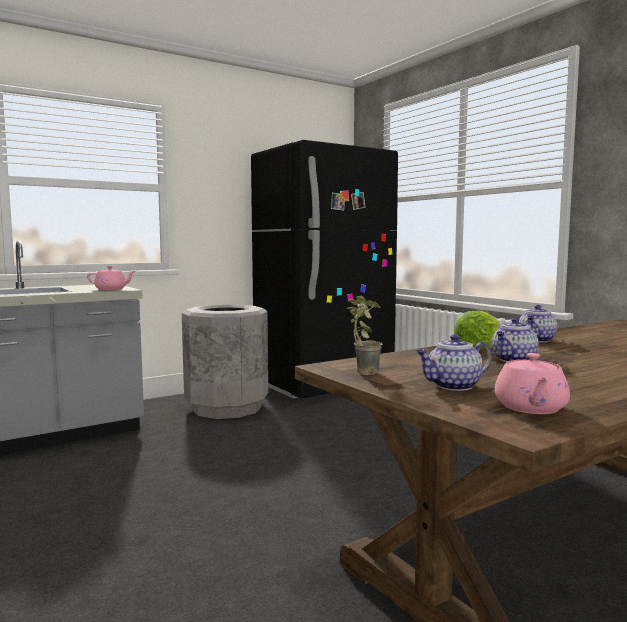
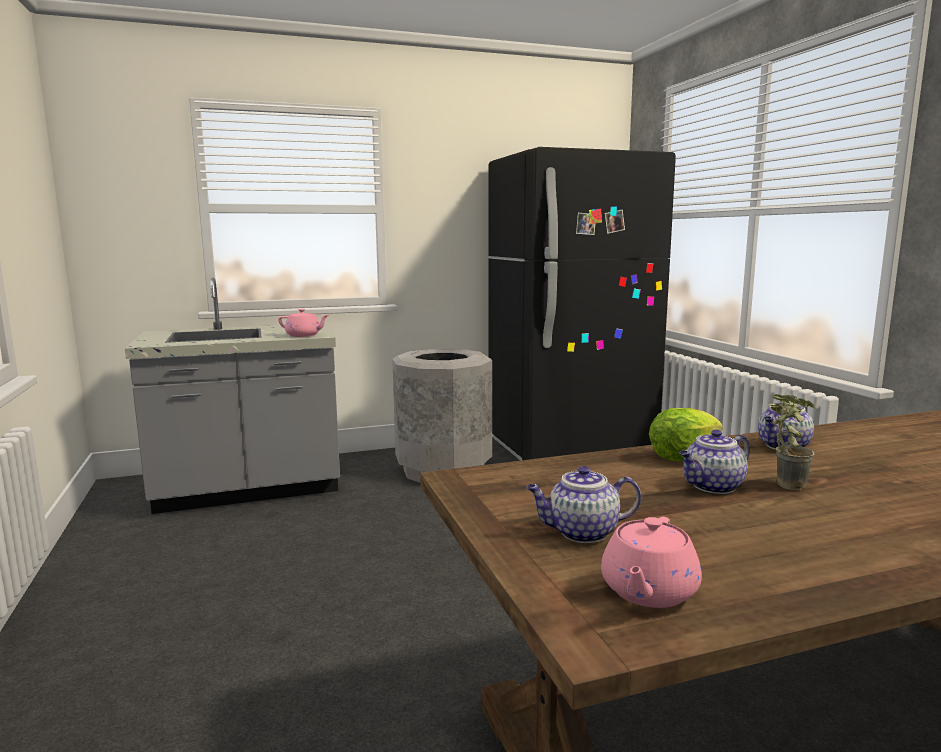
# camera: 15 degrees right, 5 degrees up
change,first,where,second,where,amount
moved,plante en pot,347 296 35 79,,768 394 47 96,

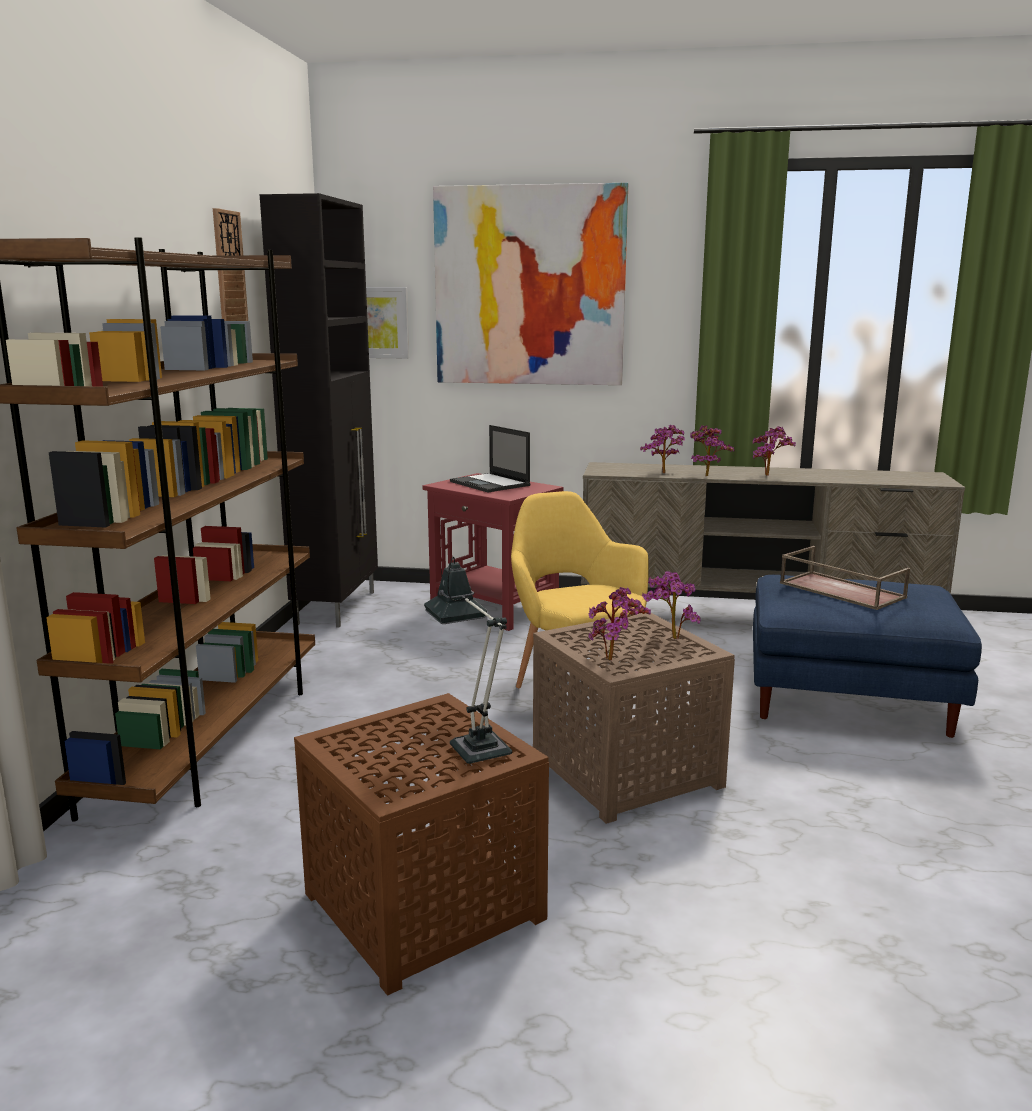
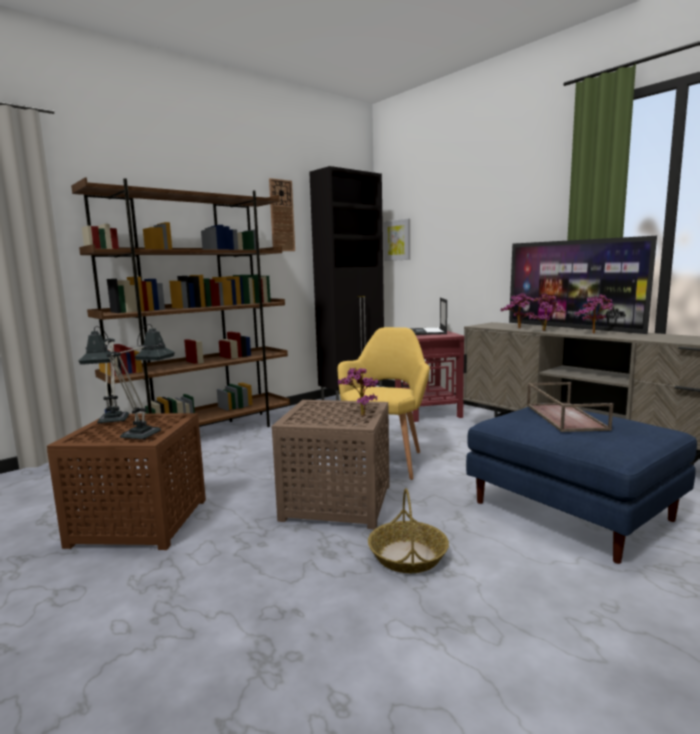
# camera: 40 degrees right, 5 degrees down
change,first,where,second,where,amount
removed,tableau,433 183 195 202,,,
removed,plante en pot,588 587 63 73,,,
added,,,lampe de table,79 326 50 98,
added,,,panier,368 488 81 85,
added,,,téléviseur,509 236 148 98,

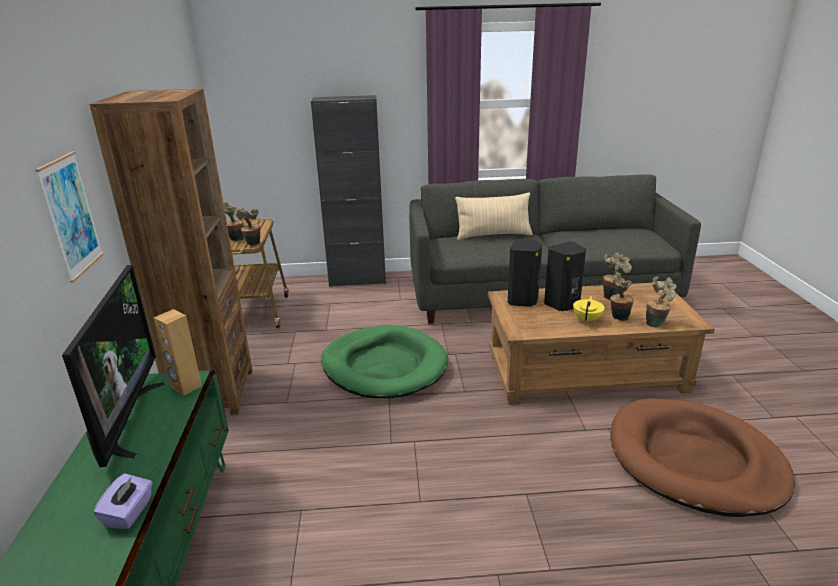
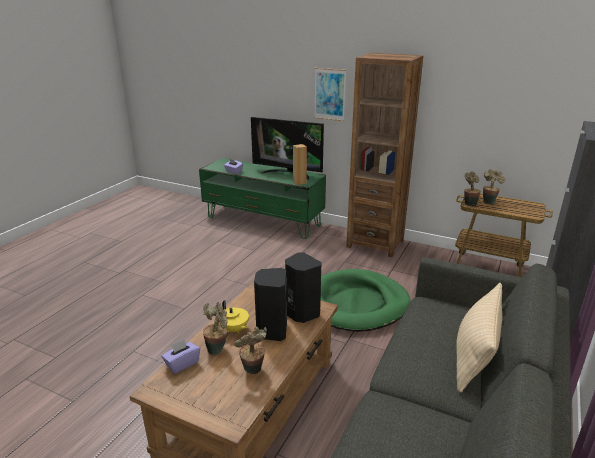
# camera: 120 degrees right, 0 degrees up
change,first,where,second,where,amount
removed,panier pour chien (marron),610 398 185 119,,,
replaced,plante en pot,646 276 31 52,boîte à mouchoirs (violet),162 339 38 35,

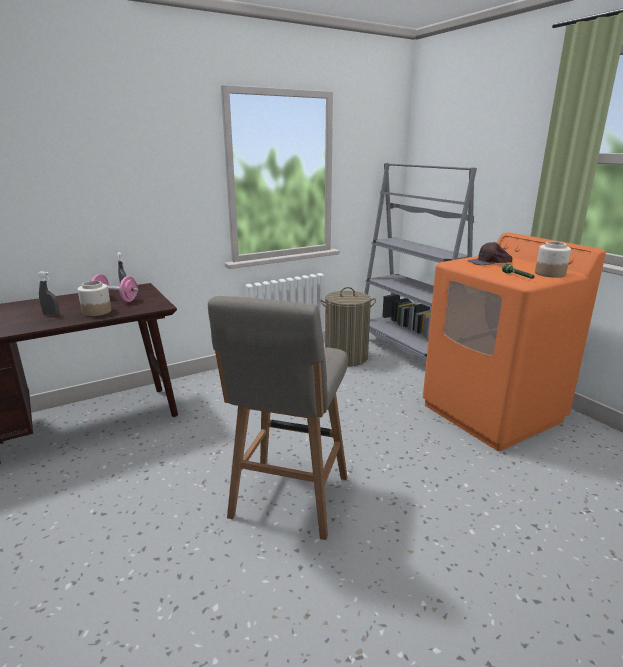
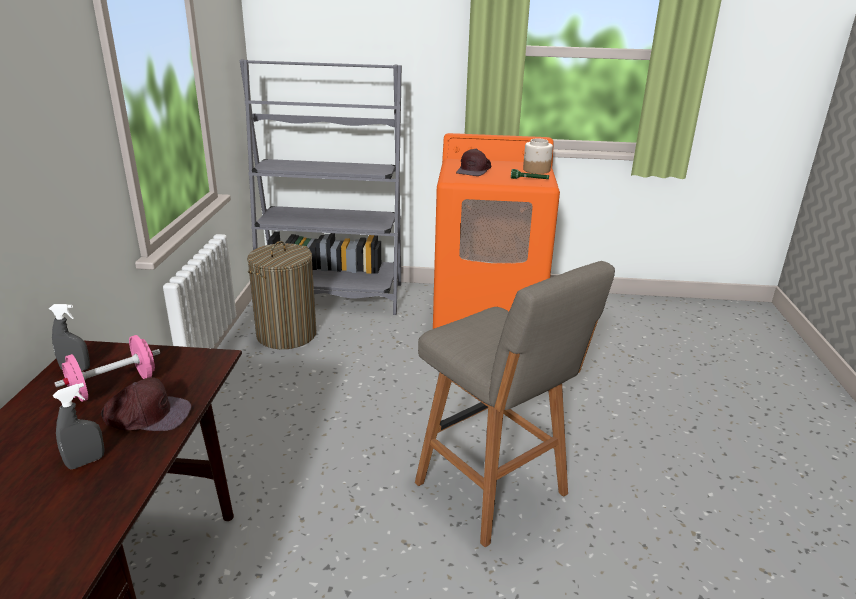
# camera: 55 degrees left, 5 degrees up
change,first,where,second,where,amount
replaced,bocal,78 281 33 35,casquette (marron),101 377 90 54,

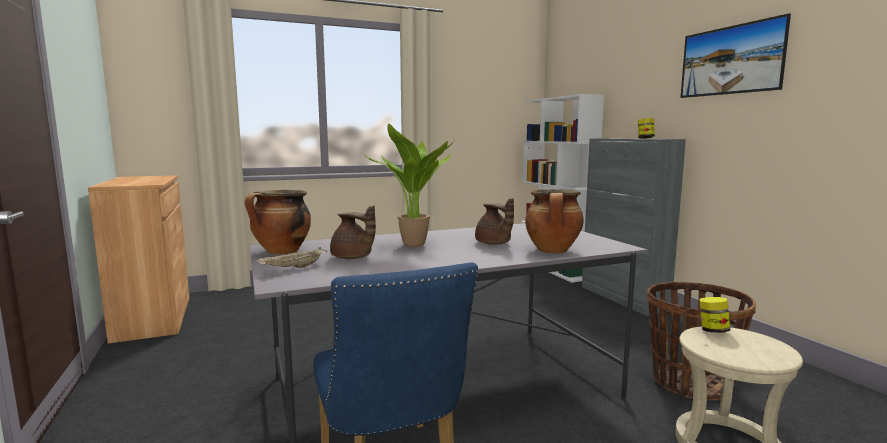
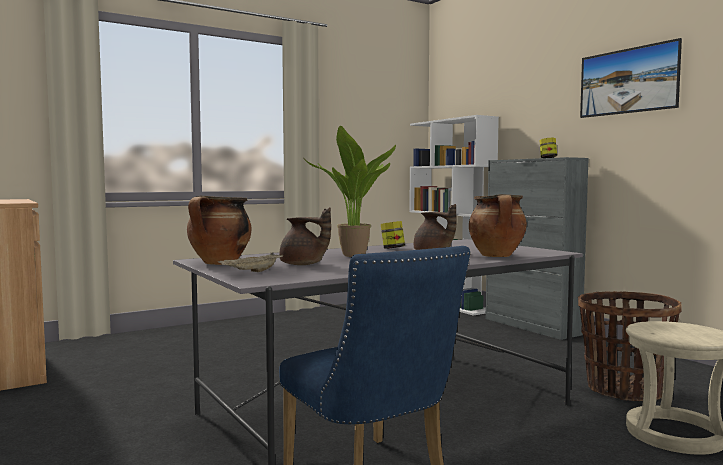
# camera: 10 degrees left, 5 degrees down
change,first,where,second,where,amount
moved,bocal,700 297 30 36,,381 221 24 28,

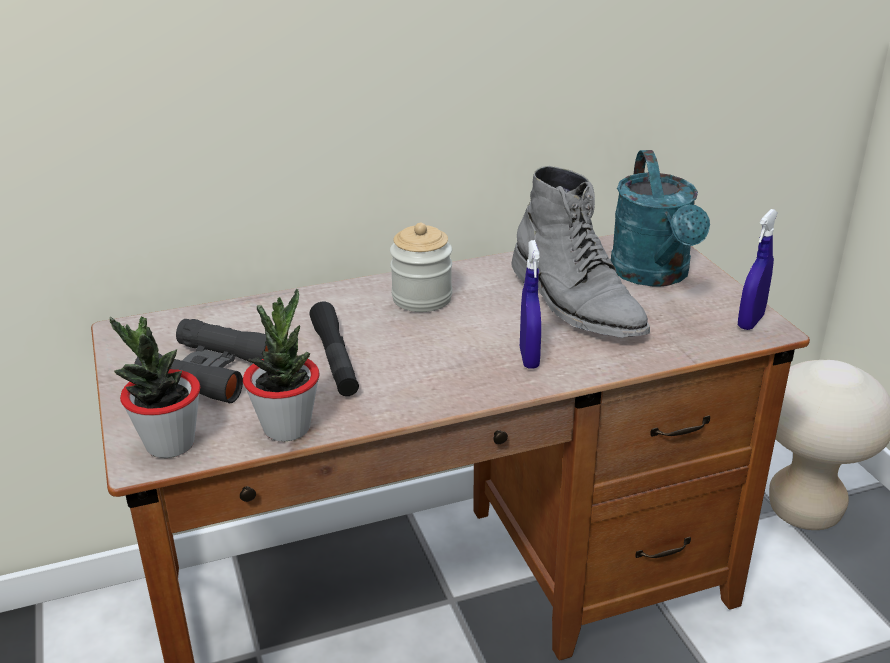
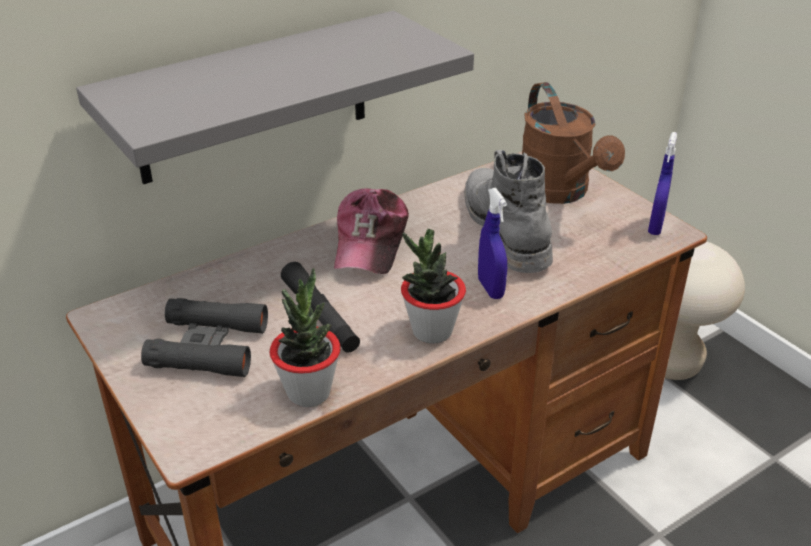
# camera: 15 degrees left, 5 degrees up
change,first,where,second,where,amount
moved,plante en pot,110 316 90 142,,401 228 65 116,
replaced,bocal,390 223 62 89,casquette,334 189 75 85,
turned,botte (gris),512 166 138 172,,464 150 89 123,150 degrees counterclockwise
recoloured,arrosoir (turquoise),611 150 99 137,arrosoir (marron),522 82 103 122,
added,,,étagère (gris),76 11 398 173,

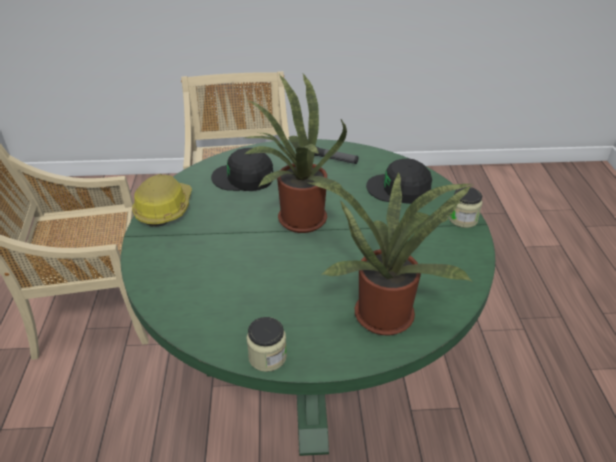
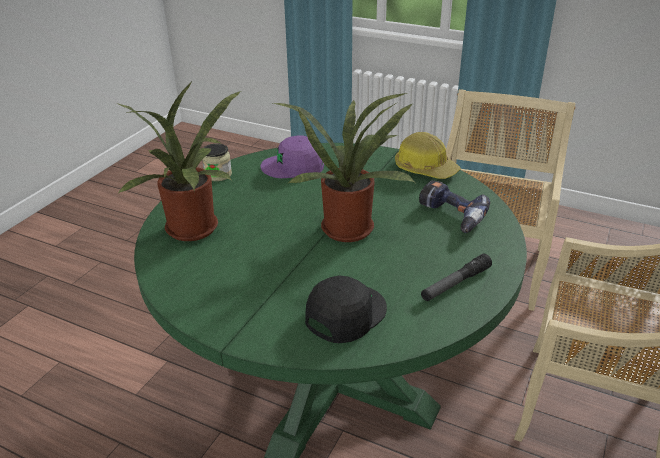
# camera: 120 degrees right, 5 degrees down
change,first,where,second,where,amount
replaced,casquette (noir),211 148 63 43,perceuse,419 180 71 53,
removed,bocal,448 187 35 41,,,
added,,,casquette (violet),261 135 63 43,

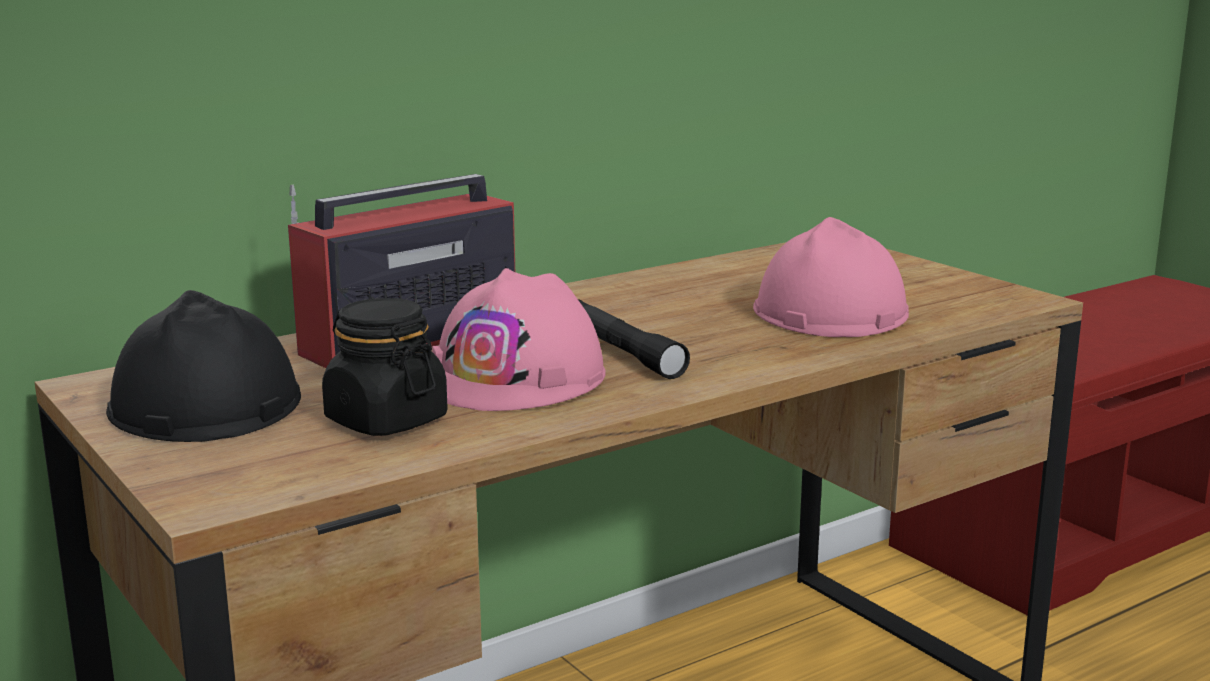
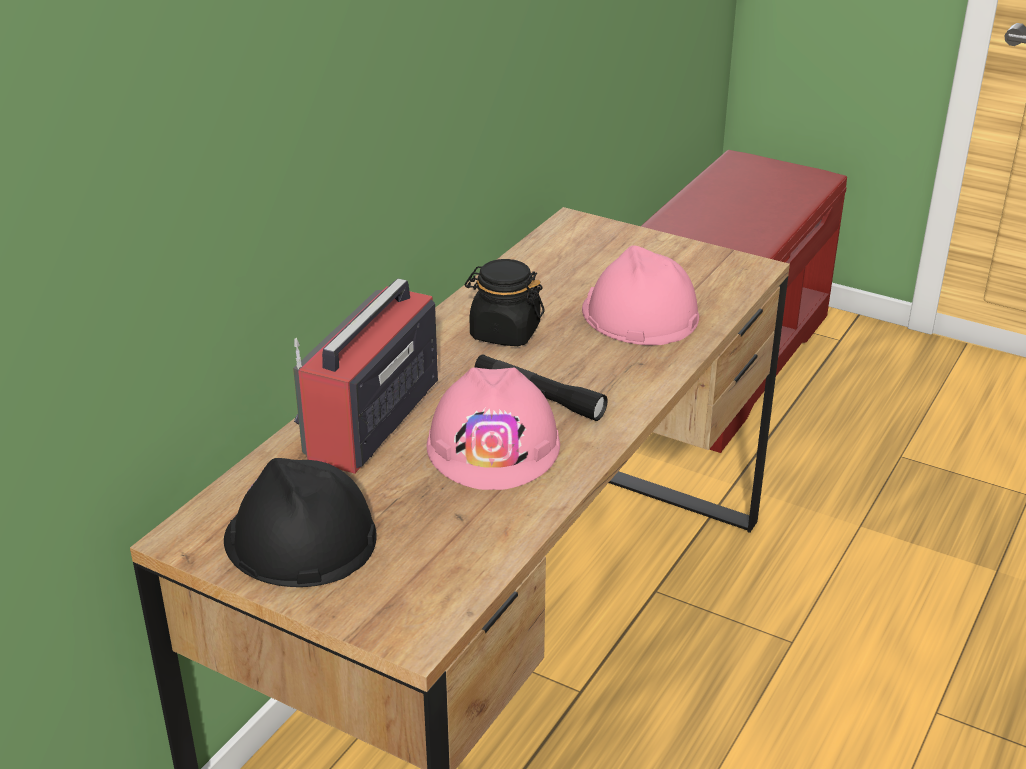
# camera: 25 degrees left, 15 degrees up
change,first,where,second,where,amount
moved,bocal (noir),322 298 126 138,,464 259 81 87,

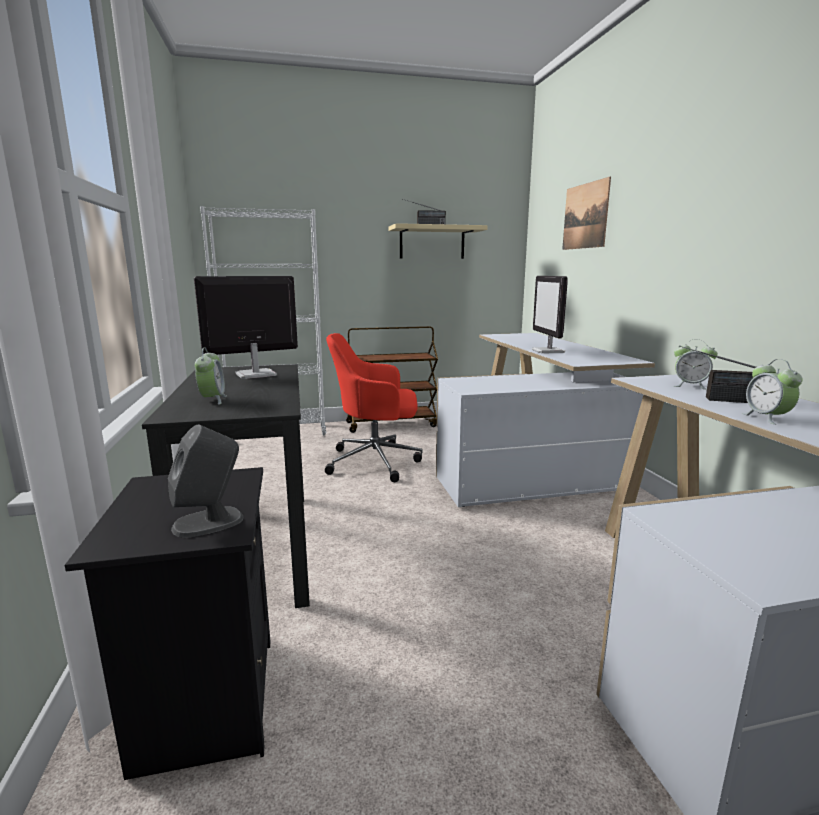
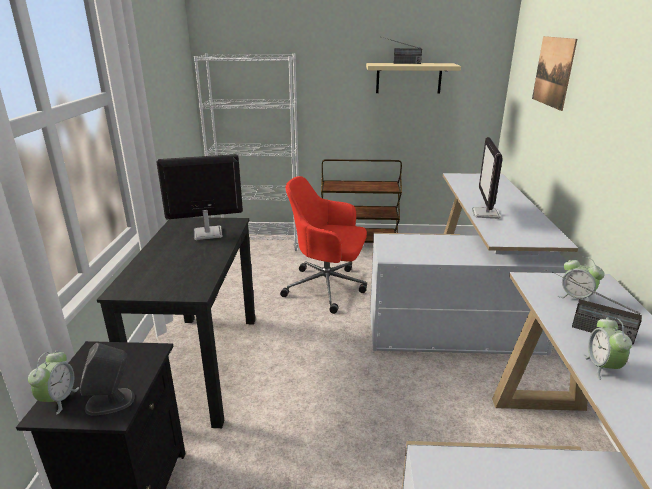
# camera: 15 degrees right, 10 degrees up
change,first,where,second,where,amount
moved,réveil,195 348 31 57,,28 351 51 63,

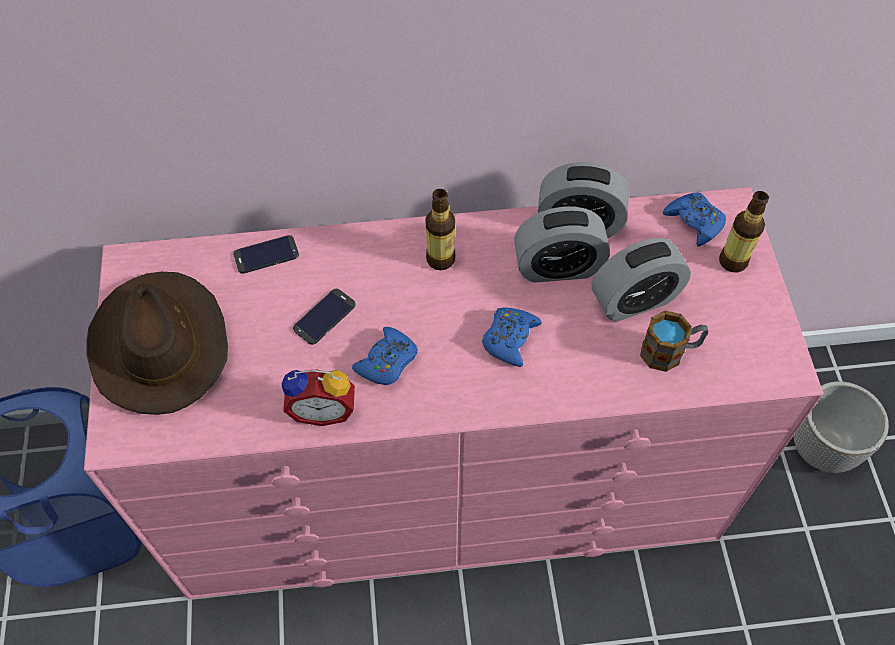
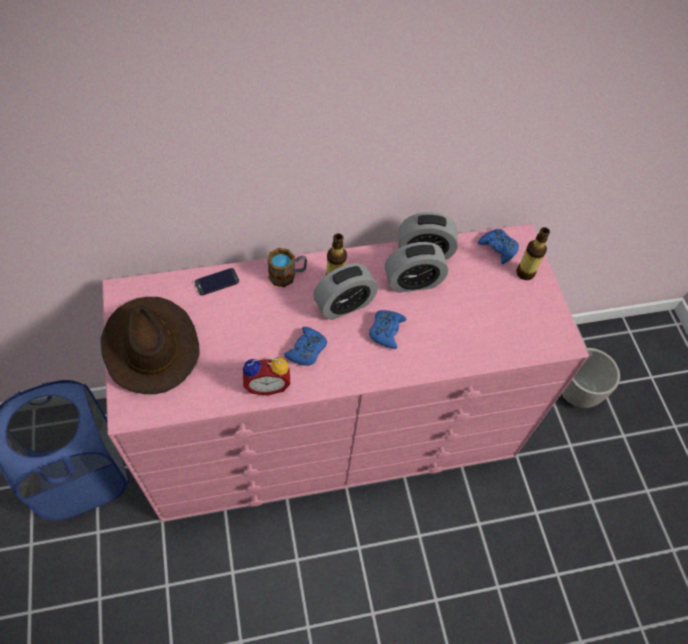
# camera: 10 degrees left, 0 degrees up
change,first,where,second,where,amount
removed,téléphone,293 289 63 56,,,
moved,réveil,592 238 99 84,,313 263 65 57,
moved,mug,640 310 68 62,,267 248 40 39,

